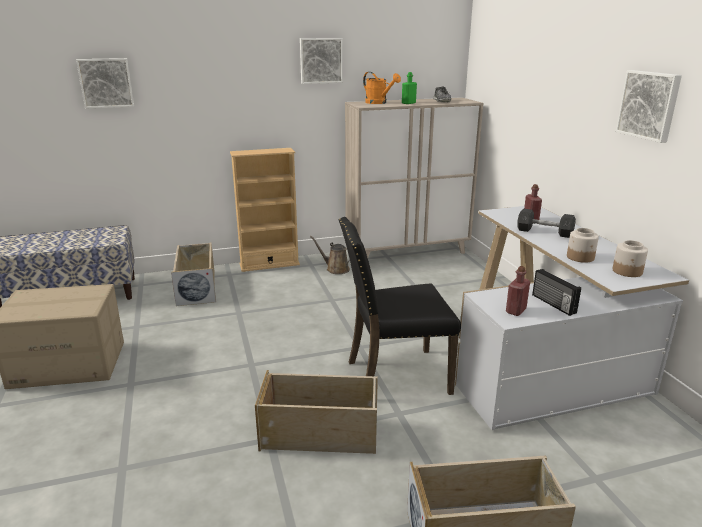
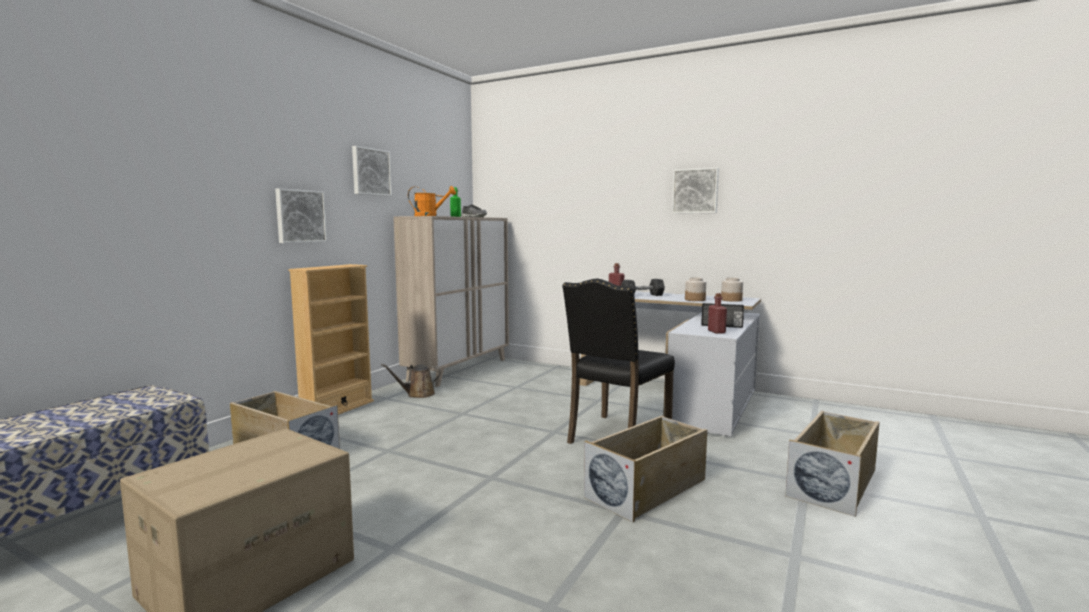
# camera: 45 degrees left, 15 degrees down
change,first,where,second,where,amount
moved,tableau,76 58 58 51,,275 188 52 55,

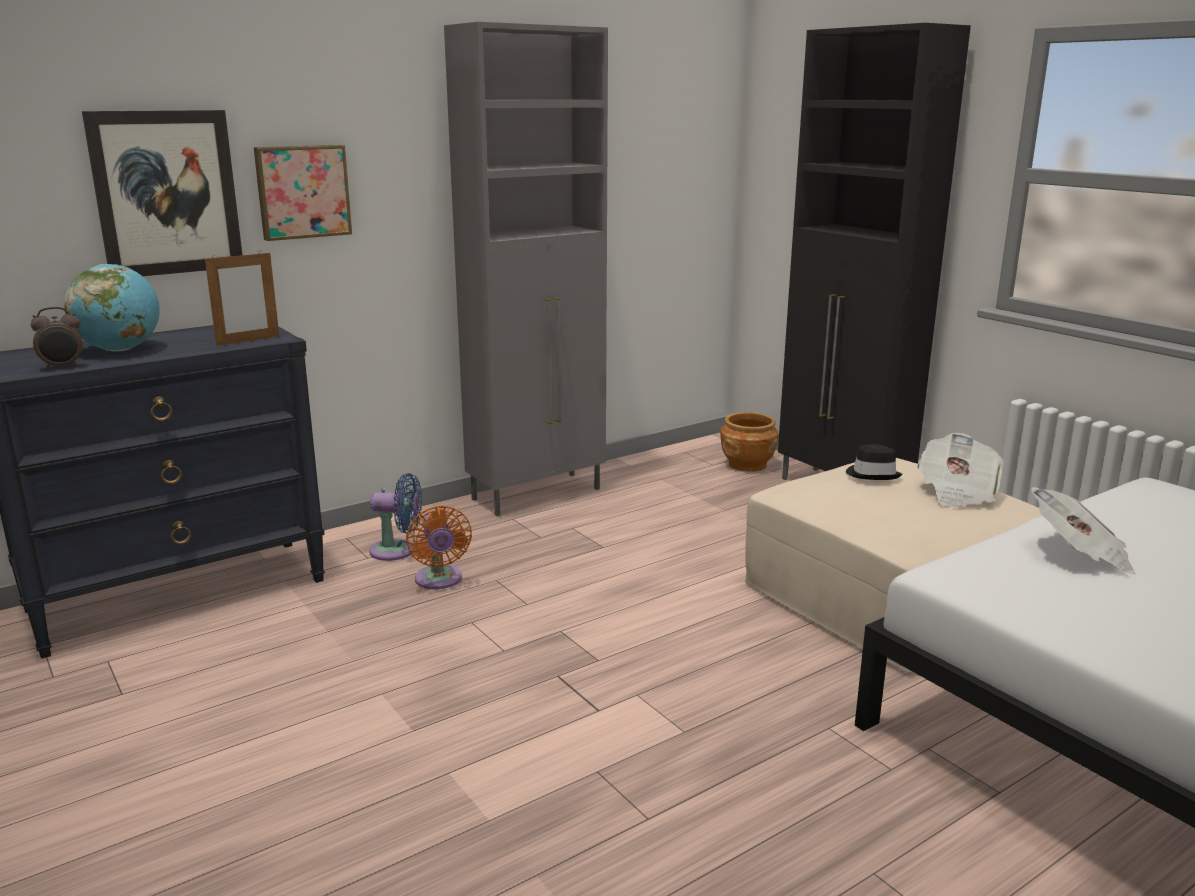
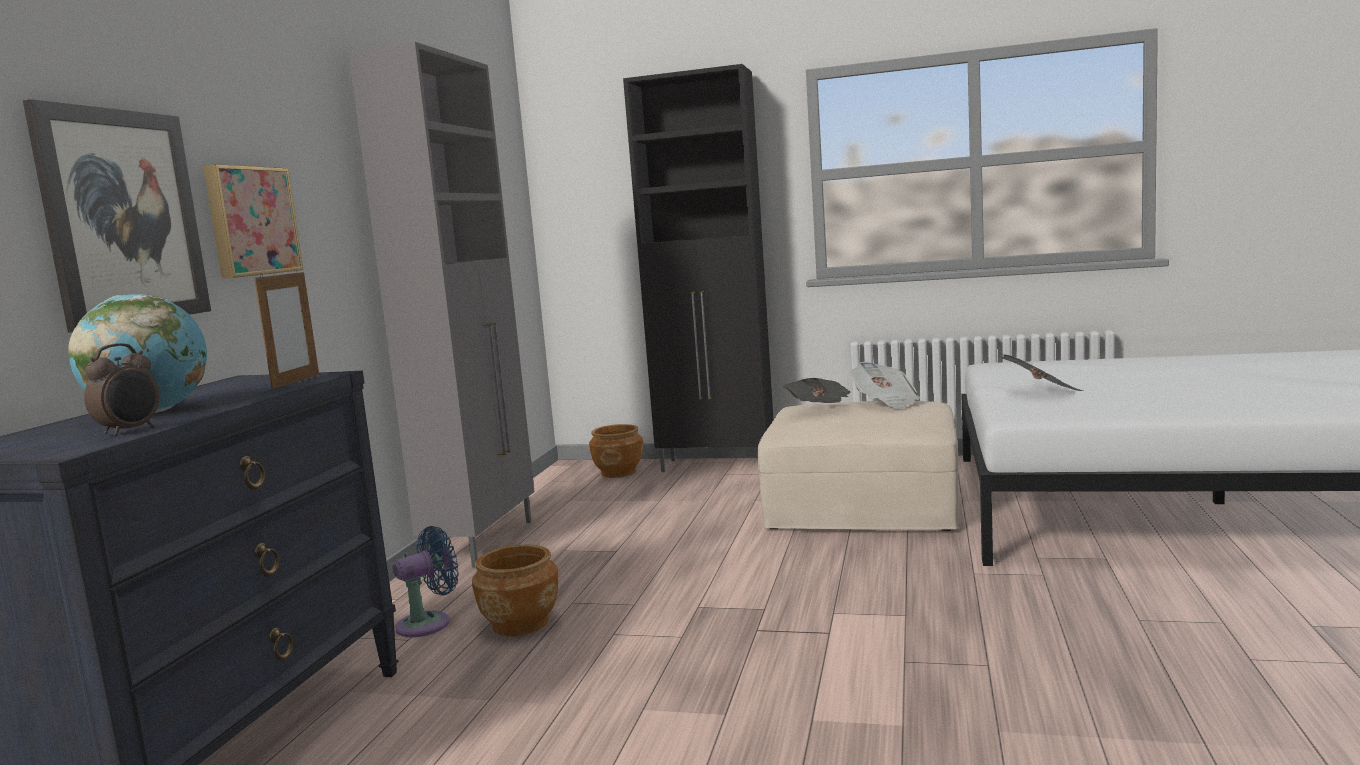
# camera: 40 degrees left, 10 degrees down
change,first,where,second,where,amount
replaced,ventilateur (orange),406 505 66 84,cache-pot (marron),472 544 86 93,
replaced,chapeau (noir),846 444 56 36,journal,783 378 67 25,

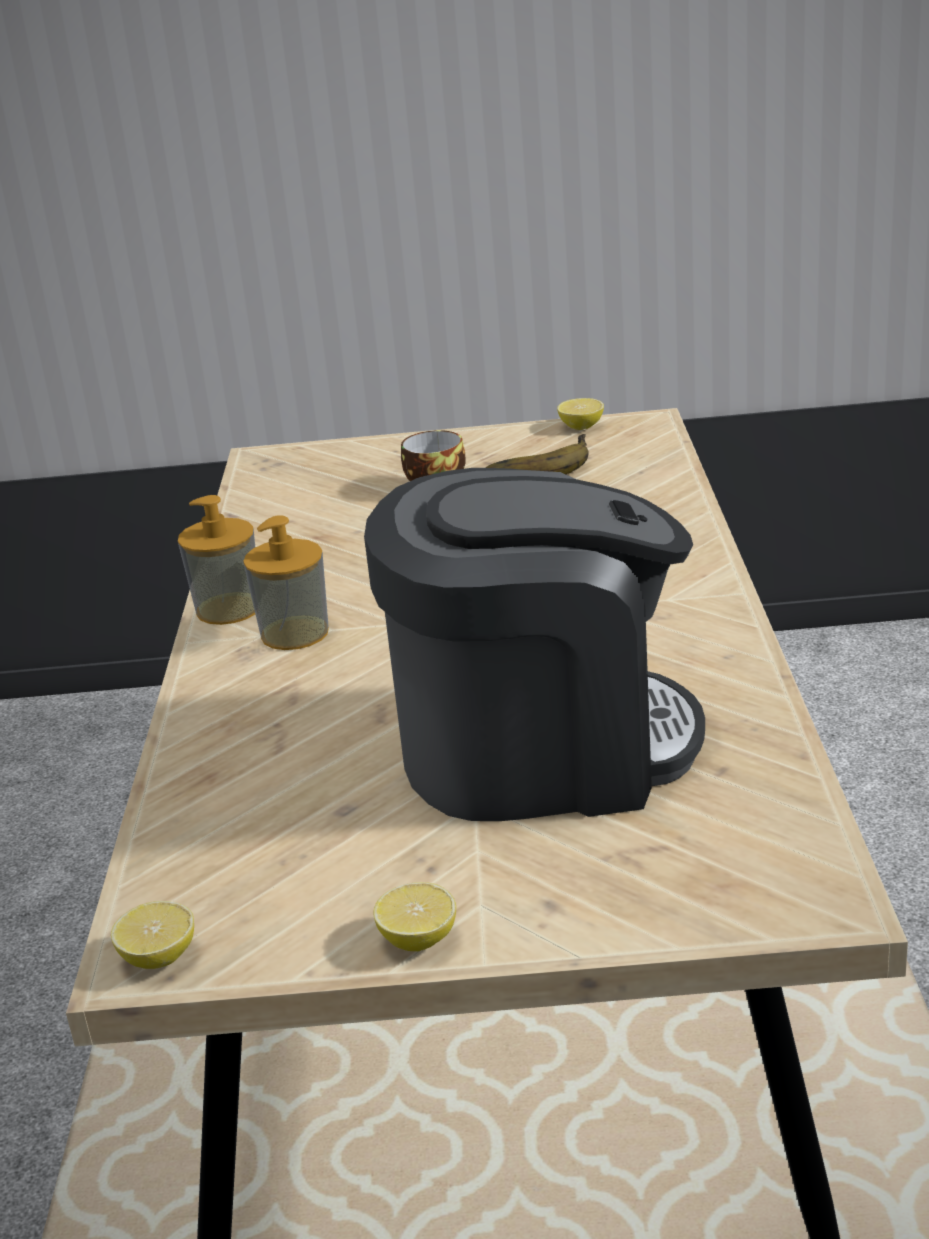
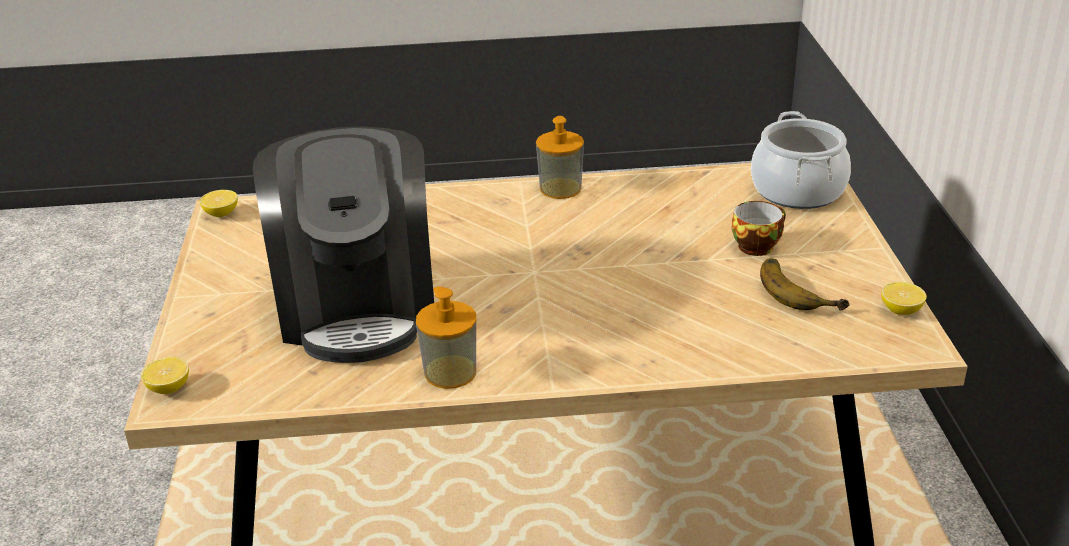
# camera: 85 degrees right, 5 degrees up
change,first,where,second,where,amount
moved,distributeur de savon,243 515 86 135,,416 287 60 102,
moved,citron,373 882 83 69,,141 357 48 37,
added,,,marmite,751 111 100 98,

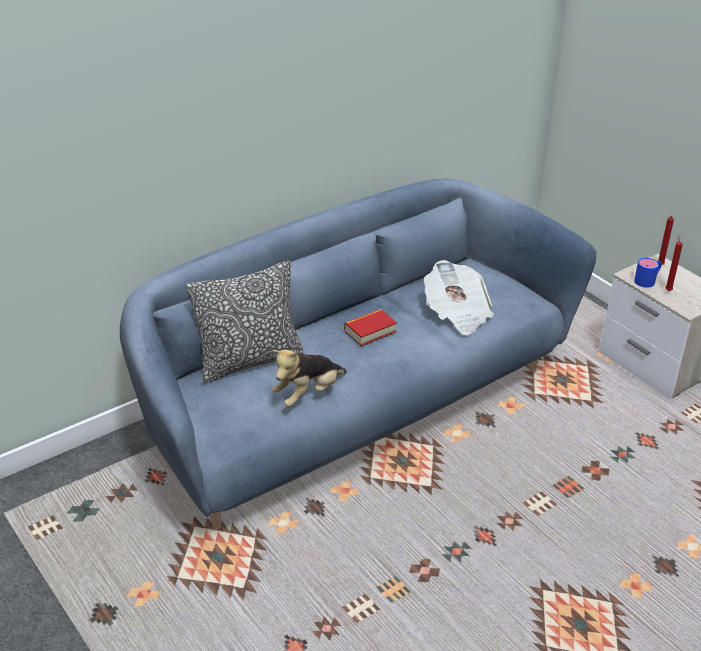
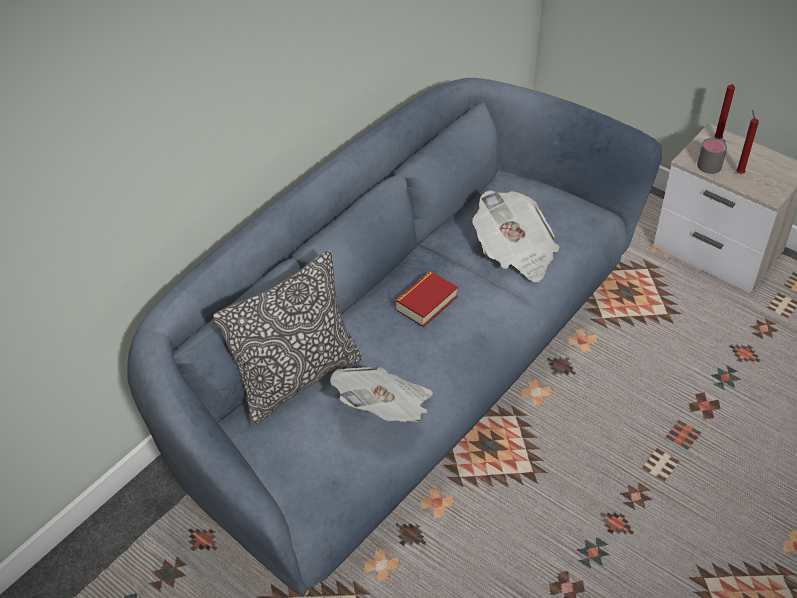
# camera: 15 degrees left, 10 degrees up
change,first,where,second,where,amount
replaced,peluche,272 350 75 57,journal,330 367 103 55,
recoloured,mug (bleu),634 258 27 30,mug (gris),697 138 30 36,

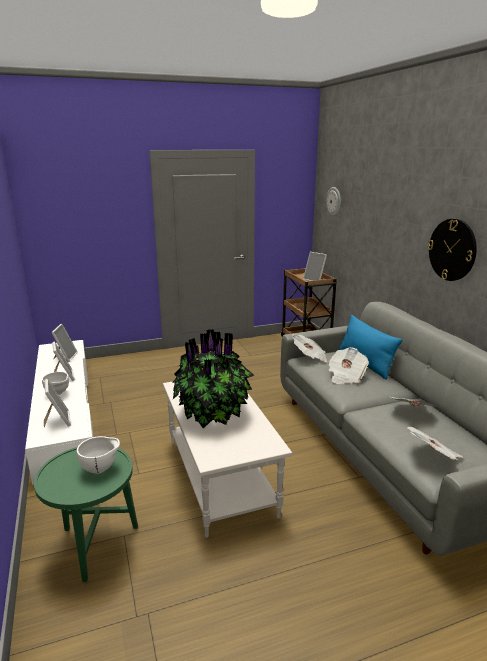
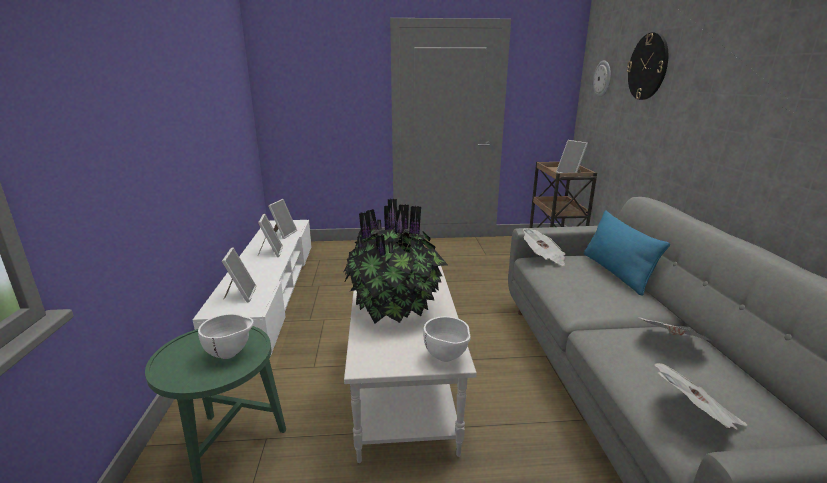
# camera: 15 degrees right, 0 degrees up
change,first,where,second,where,amount
moved,bol (blanc),42 372 27 23,,423 316 48 46,
removed,journal,328 347 41 37,,,
moved,horloge murale,428 219 49 62,,627 32 41 68,

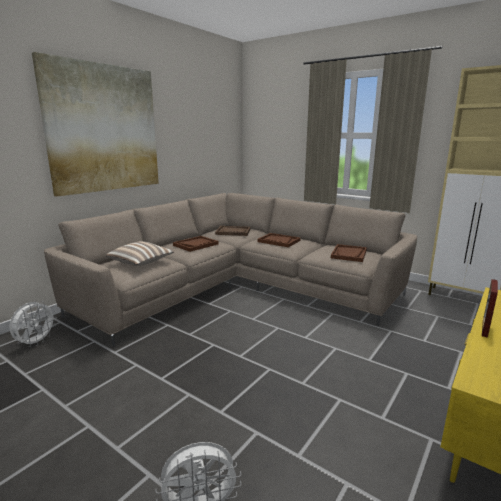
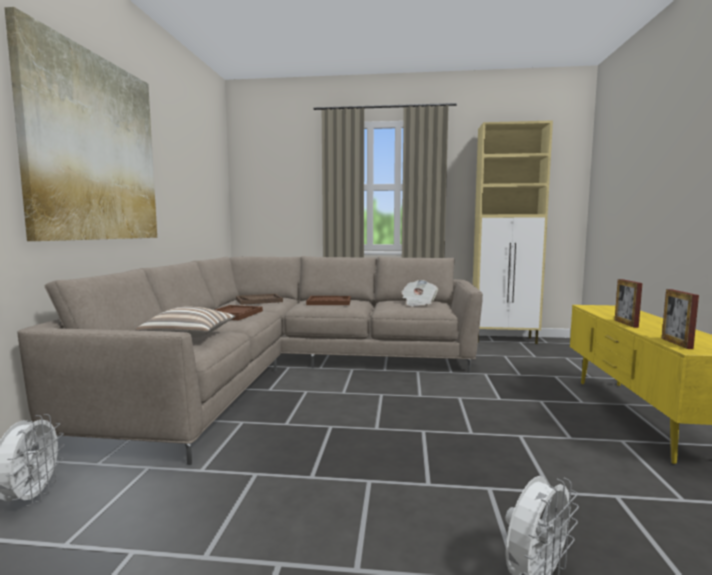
# camera: 30 degrees left, 10 degrees down
change,first,where,second,where,amount
replaced,plateau (marron),331 244 36 18,journal,401 280 37 26,
added,,,cadre photo,662 289 37 60,

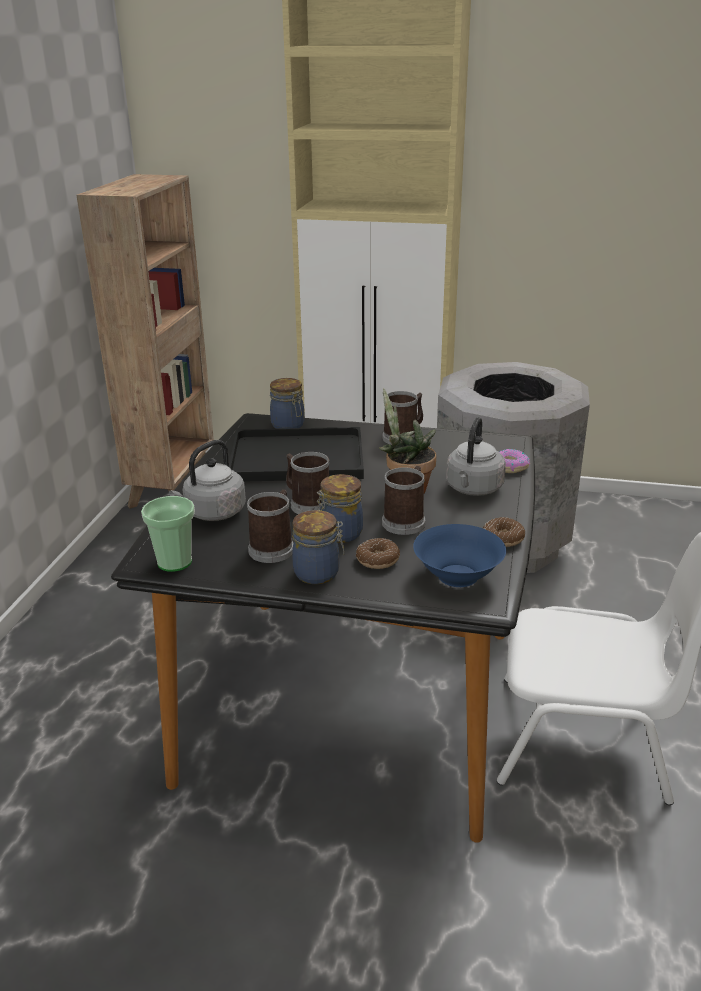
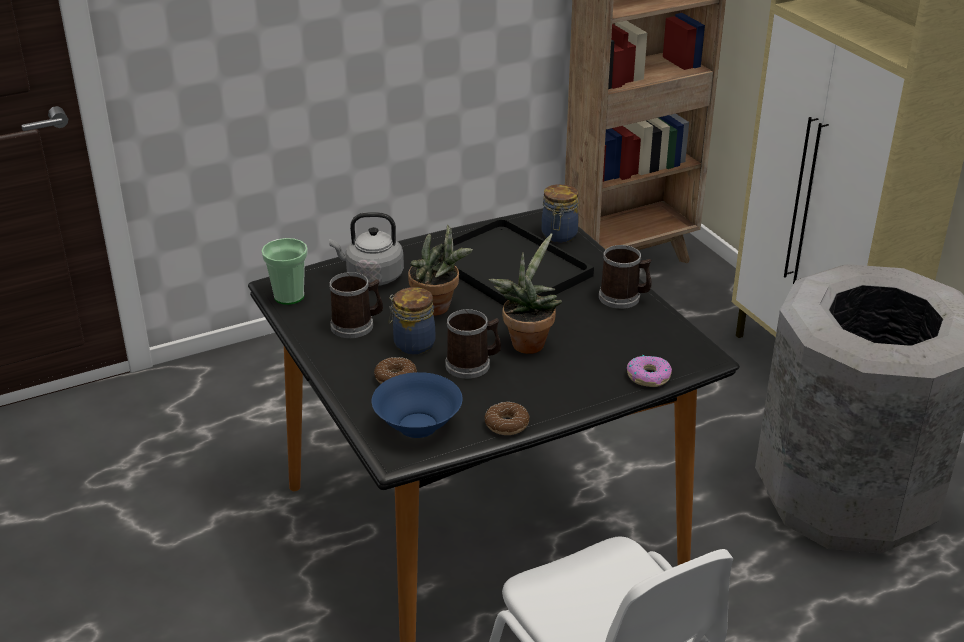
# camera: 50 degrees right, 5 degrees up
change,first,where,second,where,amount
replaced,mug,286 452 44 62,plante en pot,408 224 65 92,
removed,bocal,292 510 52 74,,,
removed,bouilloire (gris),446 417 60 79,,,

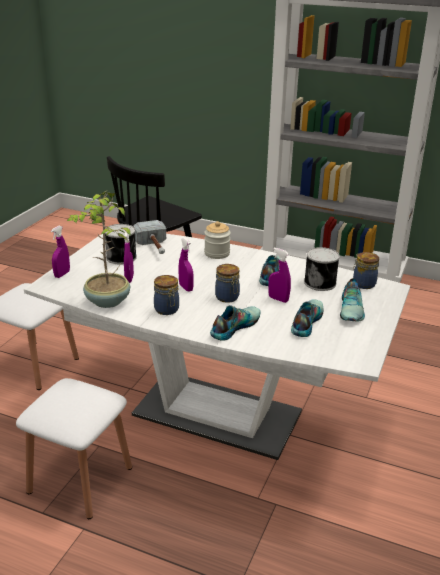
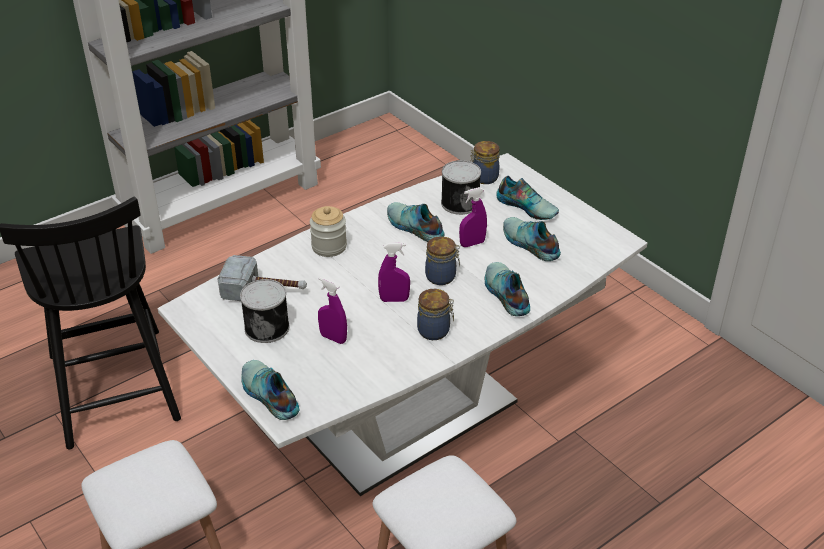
# camera: 60 degrees left, 10 degrees up
change,first,where,second,where,amount
replaced,vaporisateur (violet),51 226 19 52,chaussure,242 360 57 60,
removed,plante en pot,67 190 64 118,,,

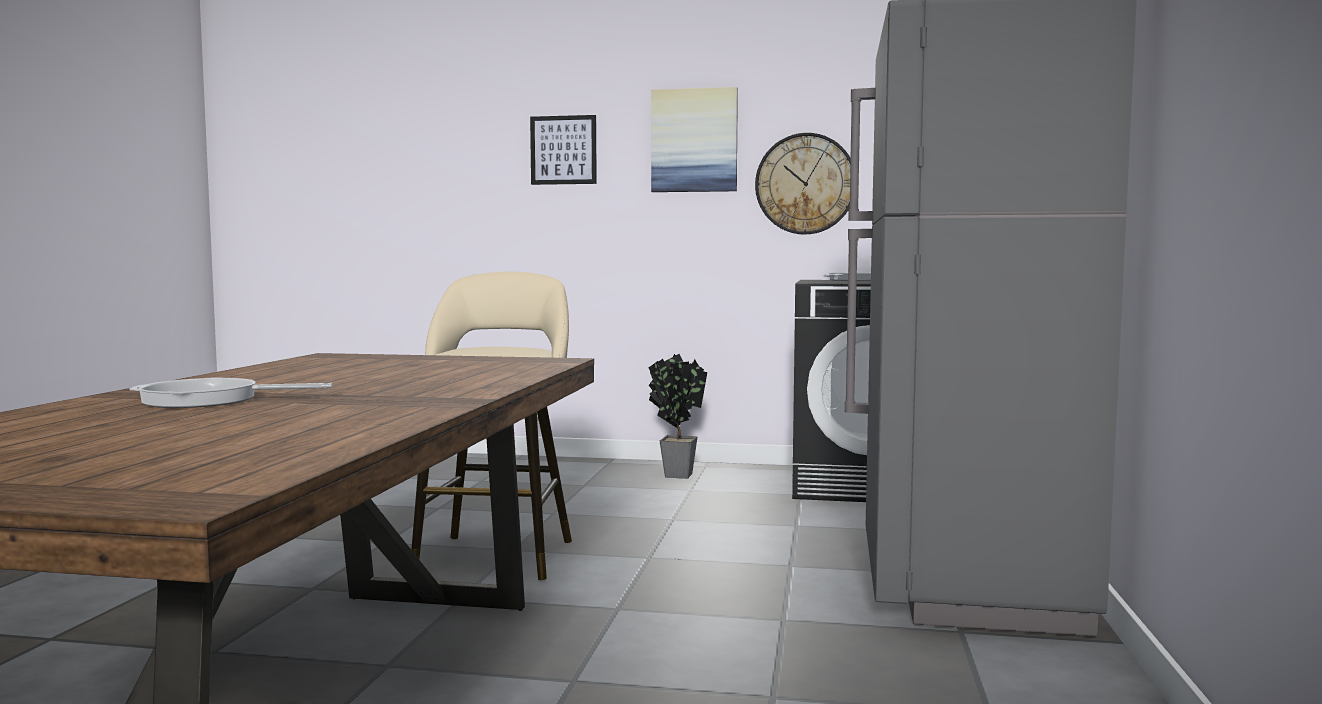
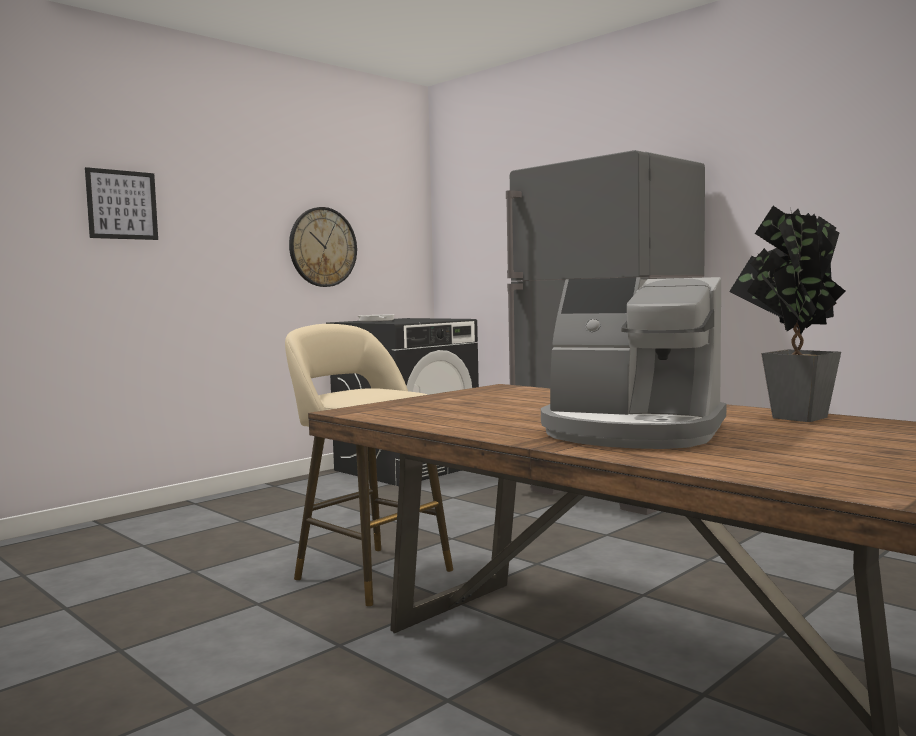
# camera: 55 degrees left, 0 degrees up
change,first,where,second,where,amount
replaced,poêle,129 377 204 31,machine à café,541 277 185 172,
moved,plante en pot,649 354 58 125,,729 206 117 216,
removed,tableau,651 87 87 105,,,

